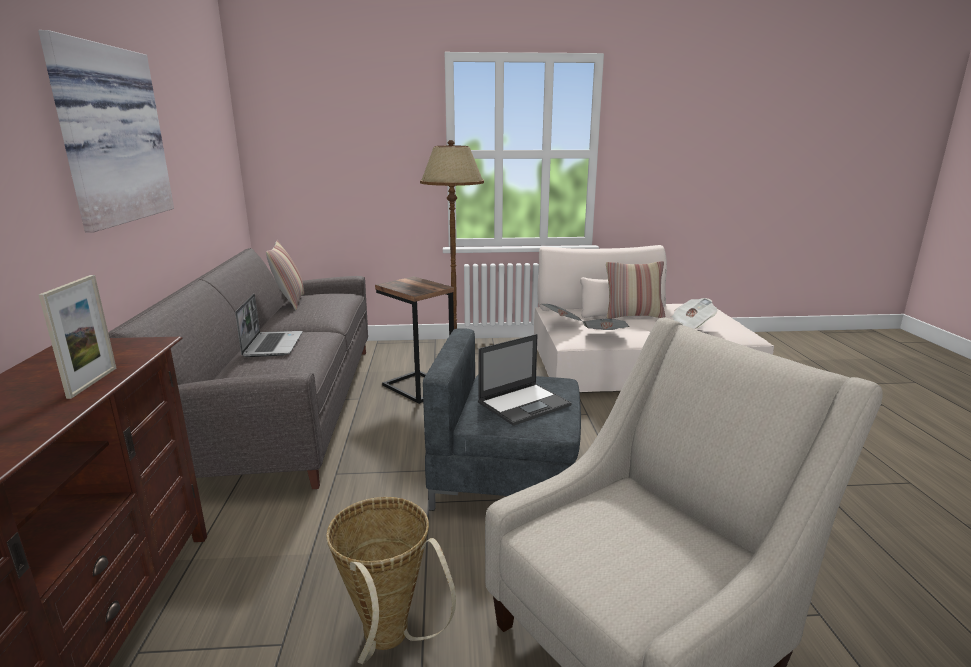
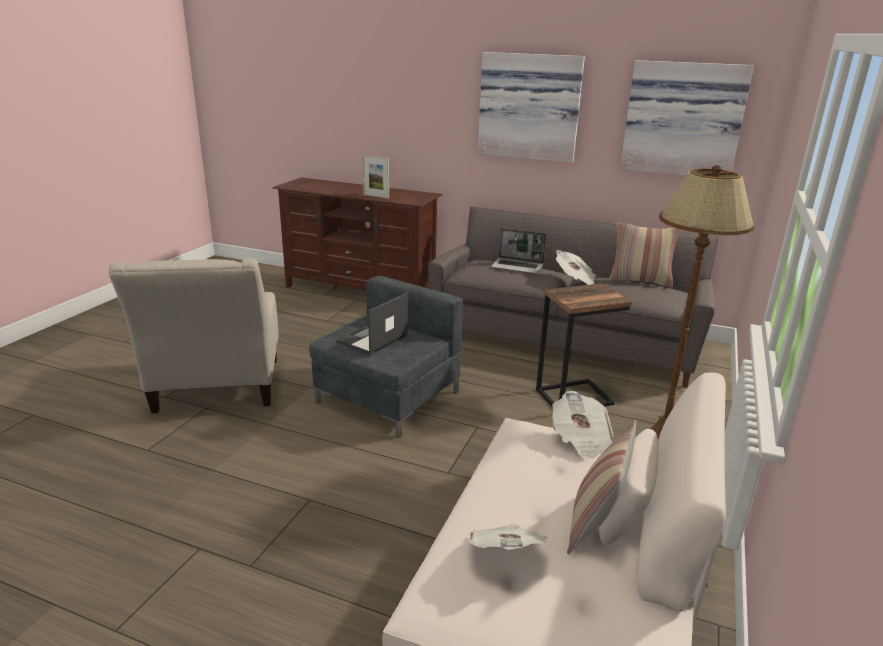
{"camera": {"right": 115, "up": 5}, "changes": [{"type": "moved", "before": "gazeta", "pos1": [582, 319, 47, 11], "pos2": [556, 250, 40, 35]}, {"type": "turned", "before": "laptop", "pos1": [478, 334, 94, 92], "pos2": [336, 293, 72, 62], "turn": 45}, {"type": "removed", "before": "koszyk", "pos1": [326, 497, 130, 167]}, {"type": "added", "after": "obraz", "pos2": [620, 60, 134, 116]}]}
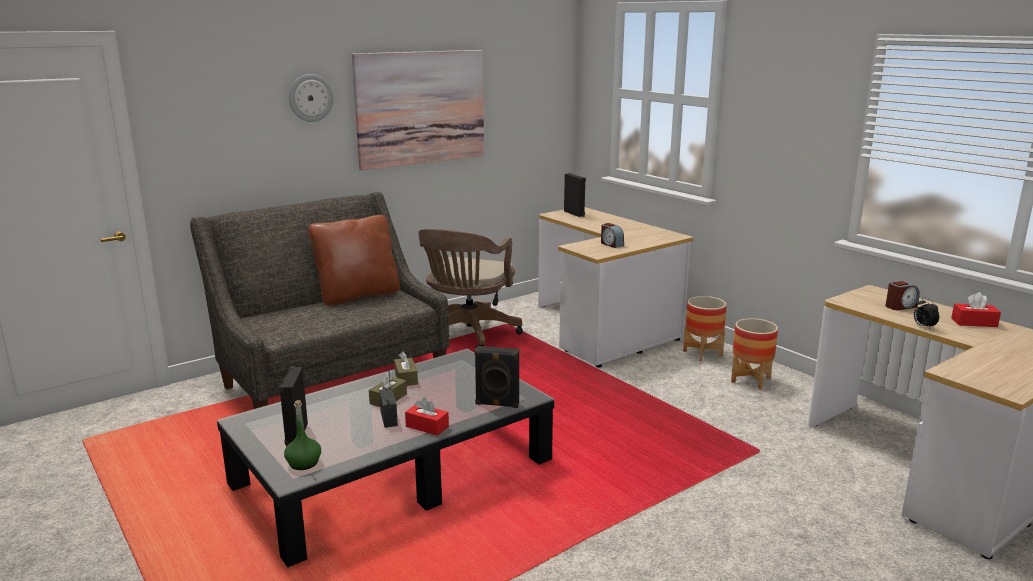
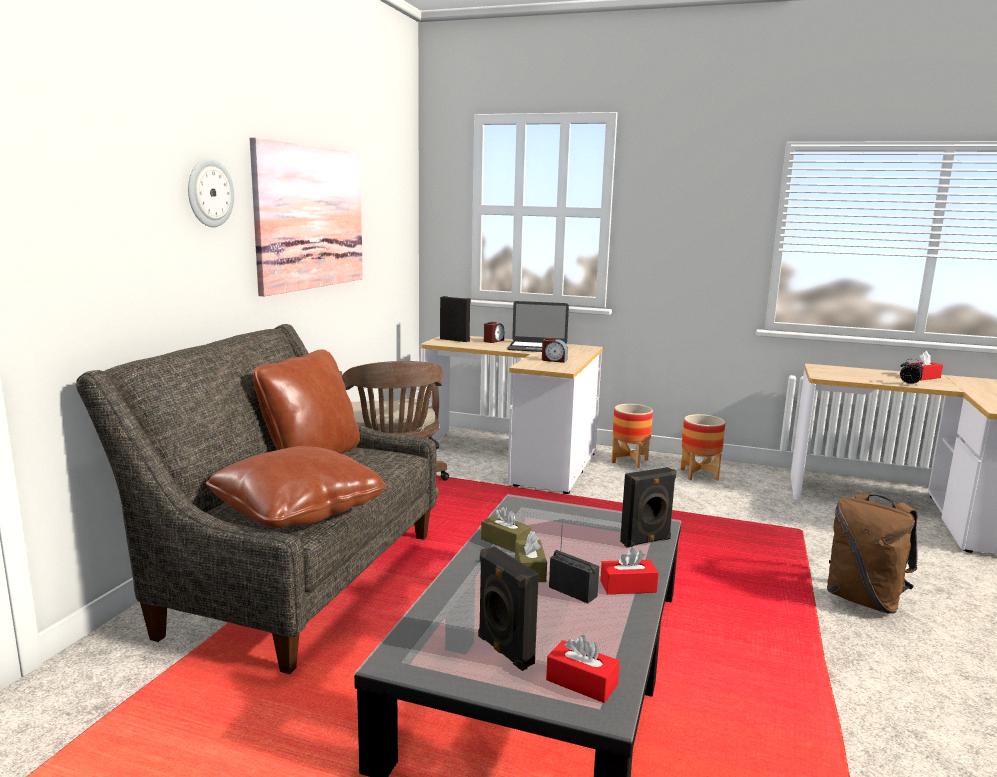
{"camera": {"right": -35, "up": -5}, "changes": [{"type": "moved", "before": "budzik", "pos1": [885, 281, 35, 29], "pos2": [484, 322, 20, 21]}, {"type": "replaced", "before": "butelka [zielony]", "after": "pudełko chusteczek [czerwony]", "pos1": [284, 400, 37, 70], "pos2": [546, 635, 74, 68]}, {"type": "added", "after": "laptop", "pos2": [507, 301, 62, 51]}, {"type": "added", "after": "poduszka [brązowy]", "pos2": [206, 446, 180, 82]}, {"type": "added", "after": "plecak [brązowy]", "pos2": [827, 494, 91, 120]}]}
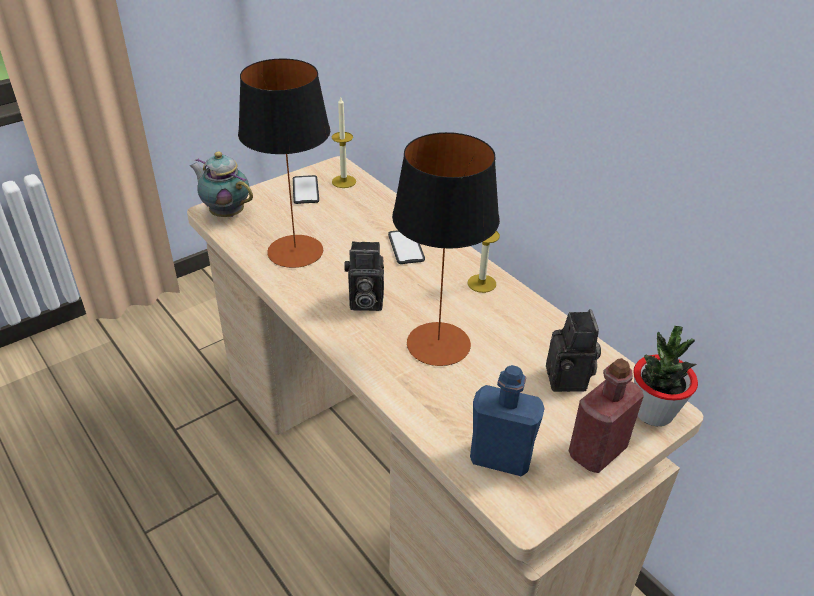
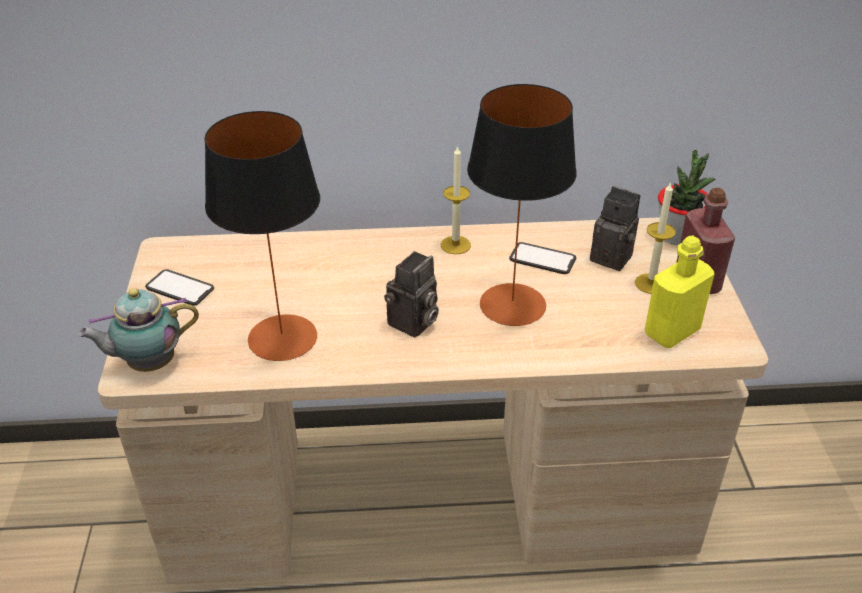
{"camera": {"right": -55, "up": 0}, "changes": [{"type": "moved", "before": "świeca", "pos1": [332, 97, 24, 91], "pos2": [635, 181, 41, 113]}, {"type": "moved", "before": "telefon", "pos1": [388, 230, 37, 34], "pos2": [509, 242, 67, 32]}, {"type": "recoloured", "before": "butelka [niebieski]", "after": "butelka [żółty]", "pos1": [470, 365, 75, 112], "pos2": [645, 236, 70, 112]}]}
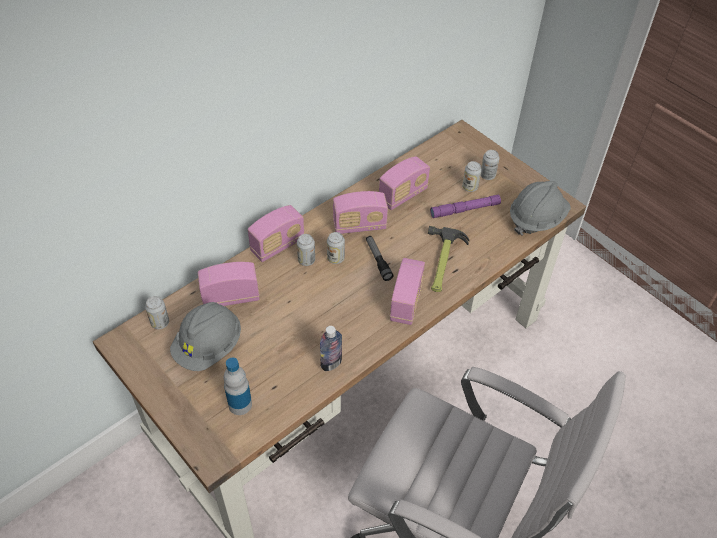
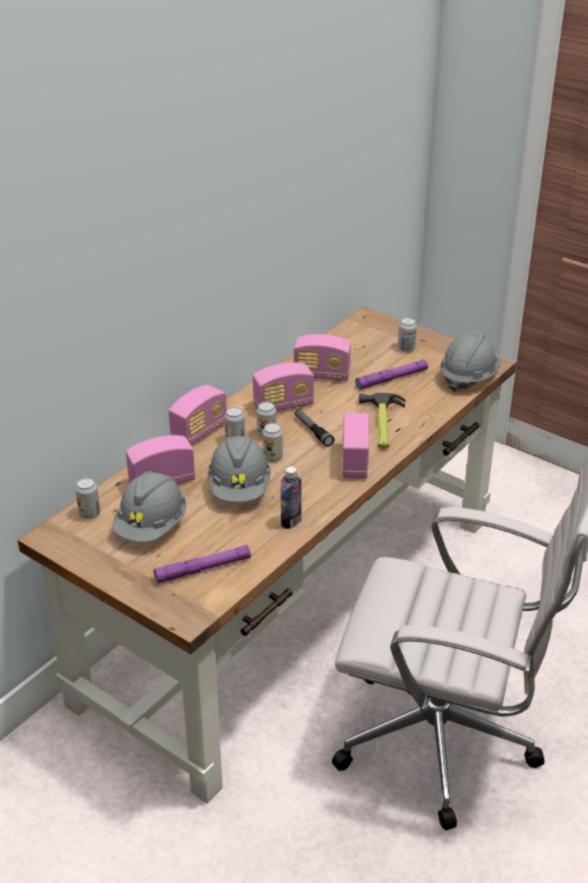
{"camera": {"right": -10, "up": -15}, "changes": [{"type": "turned", "before": "radio", "pos1": [379, 156, 51, 54], "pos2": [294, 334, 57, 47], "turn": 60}, {"type": "moved", "before": "puszka", "pos1": [462, 161, 20, 31], "pos2": [262, 423, 21, 39]}, {"type": "replaced", "before": "butelka", "after": "latarka [fioletowy]", "pos1": [224, 357, 28, 58], "pos2": [154, 545, 97, 38]}, {"type": "added", "after": "kask [szary]", "pos2": [207, 436, 64, 66]}]}
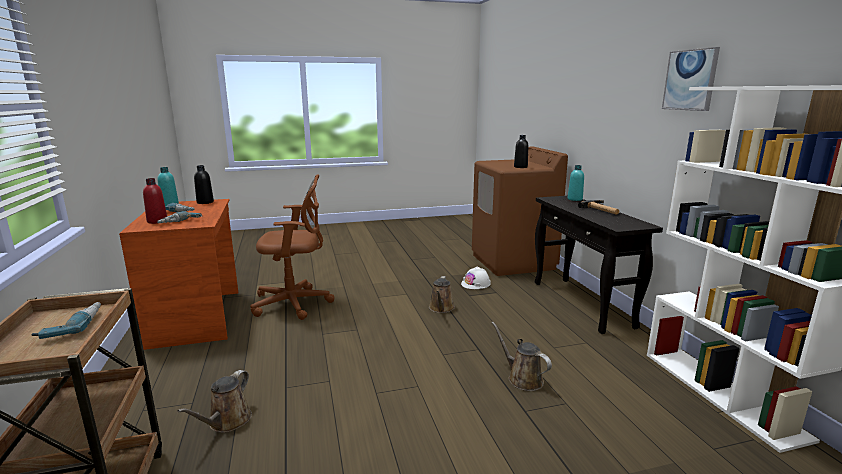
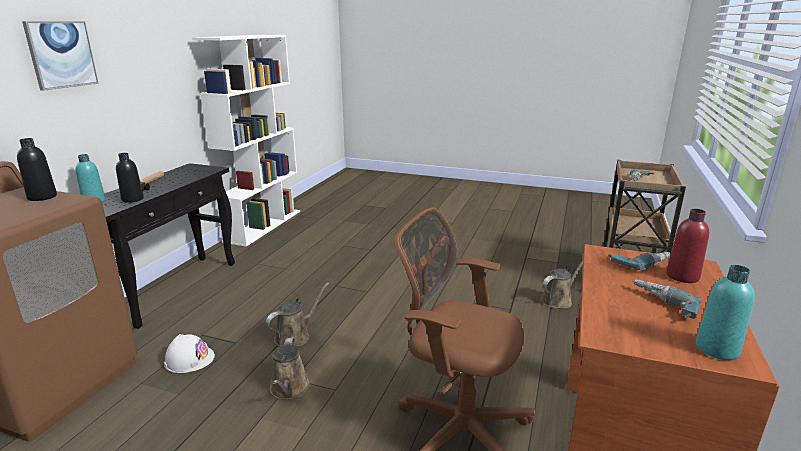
{"camera": {"right": -145, "up": 5}, "changes": [{"type": "moved", "before": "obraz", "pos1": [662, 47, 58, 64], "pos2": [22, 21, 77, 70]}, {"type": "moved", "before": "butelka [czarny]", "pos1": [194, 165, 20, 39], "pos2": [116, 153, 28, 50]}, {"type": "moved", "before": "konewka [brązowy]", "pos1": [492, 322, 60, 69], "pos2": [270, 337, 40, 63]}]}
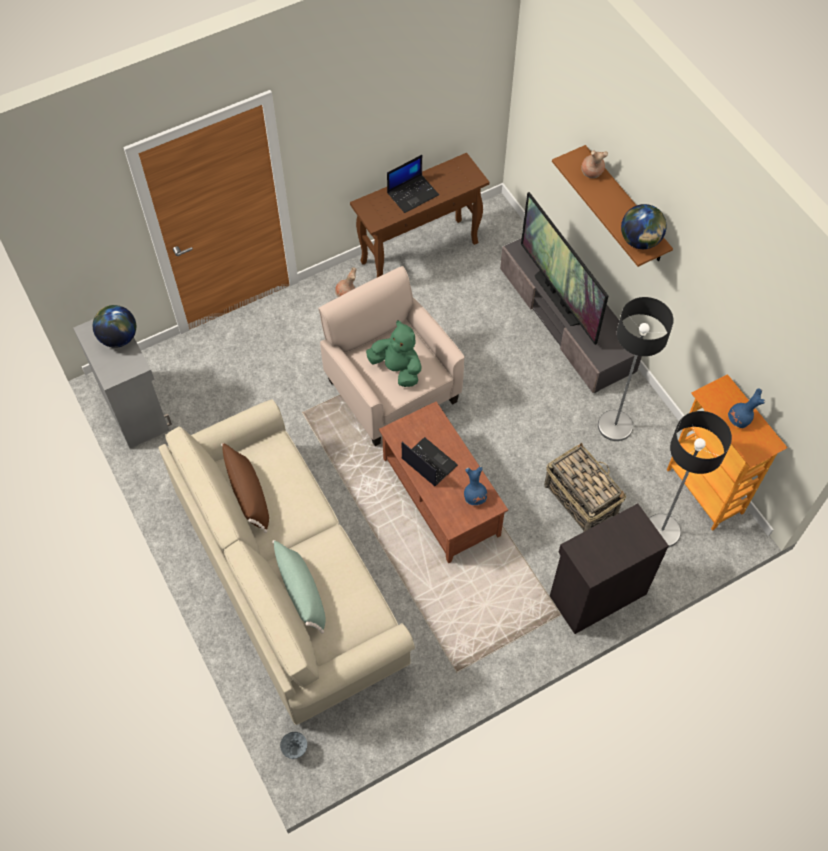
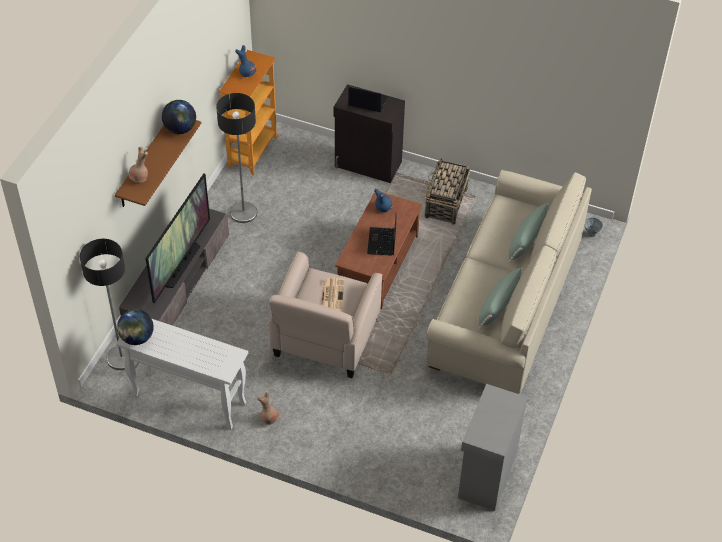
{"camera": {"right": -130, "up": -10}, "changes": [{"type": "recoloured", "before": "stolik konsolowy [brązowy]", "after": "stolik konsolowy [biały]", "pos1": [350, 153, 139, 124], "pos2": [116, 319, 132, 111]}, {"type": "moved", "before": "laptop", "pos1": [387, 155, 52, 58], "pos2": [348, 87, 40, 25]}, {"type": "moved", "before": "globus", "pos1": [93, 305, 43, 43], "pos2": [117, 309, 37, 36]}, {"type": "replaced", "before": "pluszak [zielony]", "after": "gazeta", "pos1": [366, 320, 56, 67], "pos2": [321, 278, 24, 34]}, {"type": "moved", "before": "lampa stojąca", "pos1": [649, 411, 83, 137], "pos2": [80, 239, 45, 131]}, {"type": "recoloured", "before": "poduszka [brązowy]", "after": "poduszka [zielony]", "pos1": [221, 443, 48, 90], "pos2": [479, 267, 44, 62]}, {"type": "moved", "before": "koszyk", "pos1": [544, 443, 82, 89], "pos2": [425, 158, 45, 67]}]}
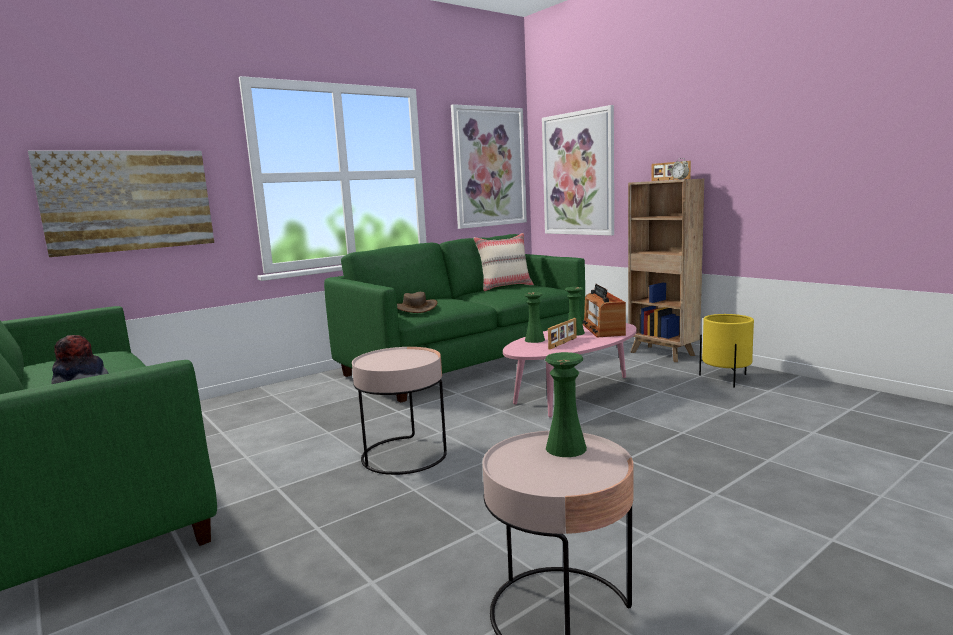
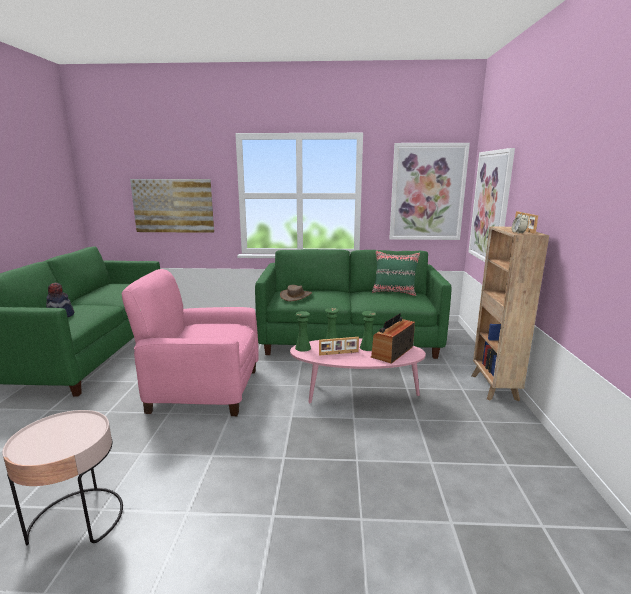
{"camera": {"right": 40, "up": 5}, "changes": [{"type": "recoloured", "before": "poduszka [beżowy]", "after": "poduszka [zielony]", "pos1": [474, 233, 60, 58], "pos2": [372, 250, 48, 46]}, {"type": "removed", "before": "donica [żółty]", "pos1": [699, 314, 55, 74]}, {"type": "replaced", "before": "stolik [różowy]", "after": "fotel [różowy]", "pos1": [352, 347, 95, 128], "pos2": [122, 269, 137, 147]}, {"type": "moved", "before": "wazon [zielony]", "pos1": [545, 352, 42, 105], "pos2": [295, 311, 16, 41]}]}
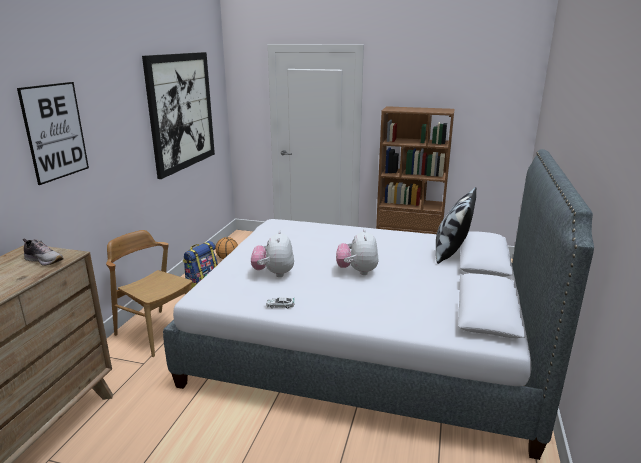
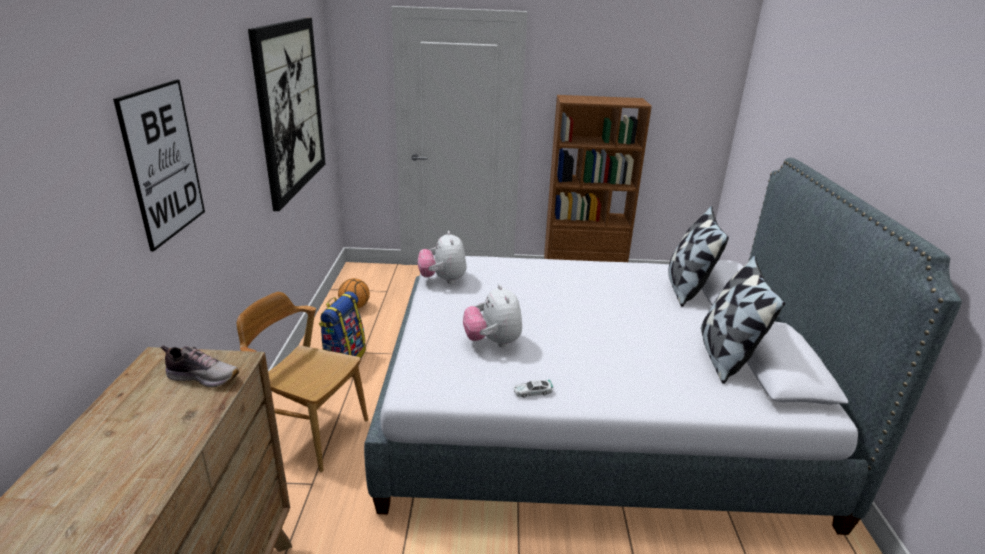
{"camera": {"right": -15, "up": 5}, "changes": [{"type": "moved", "before": "pluszak", "pos1": [336, 229, 42, 46], "pos2": [418, 231, 49, 53]}, {"type": "added", "after": "poduszka", "pos2": [701, 256, 84, 128]}]}
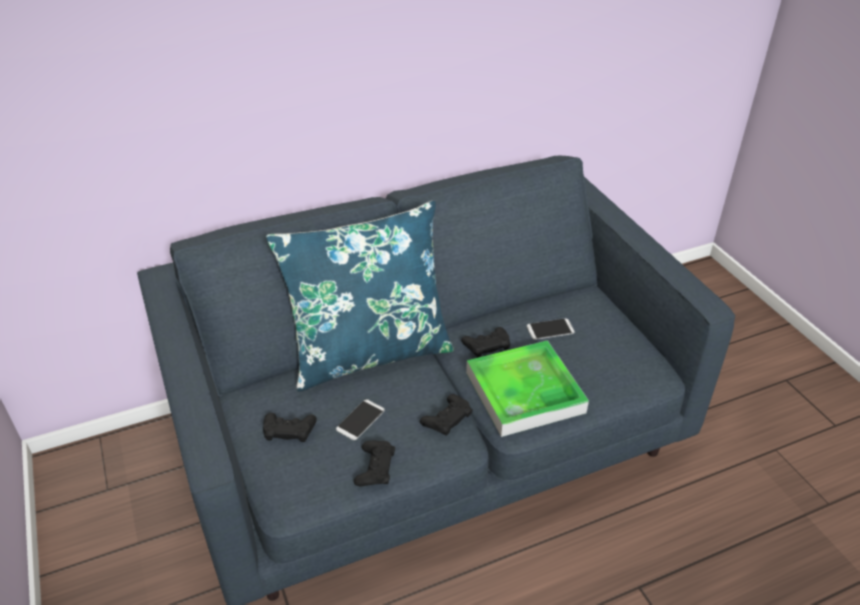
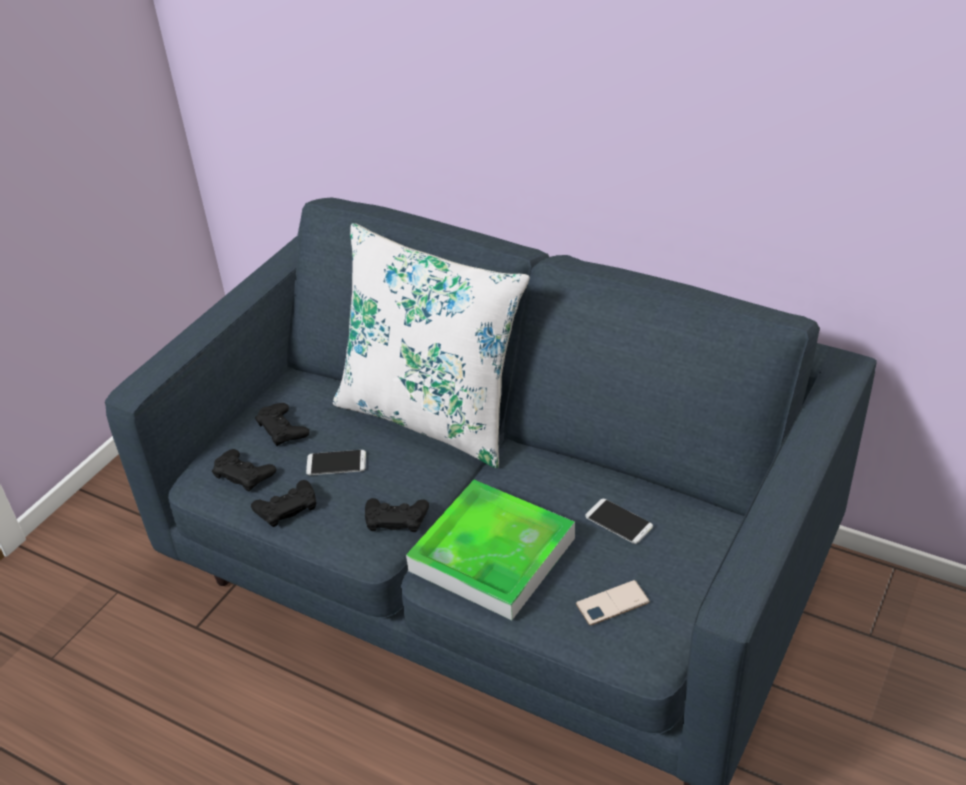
{"camera": {"right": 55, "up": 0}, "changes": [{"type": "recoloured", "before": "poduszka [niebieski]", "after": "poduszka [biały]", "pos1": [266, 201, 188, 191], "pos2": [333, 223, 197, 245]}, {"type": "moved", "before": "pad do gier [czarny]", "pos1": [461, 327, 49, 30], "pos2": [212, 449, 65, 42]}, {"type": "added", "after": "telefon", "pos2": [576, 580, 74, 45]}]}
